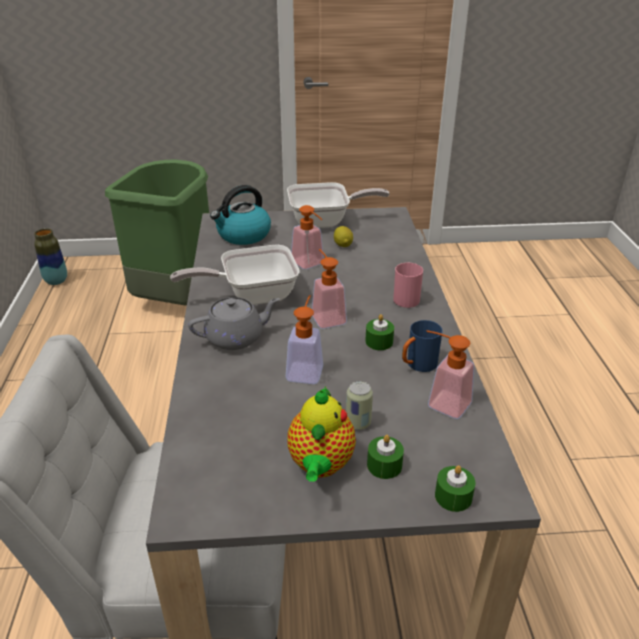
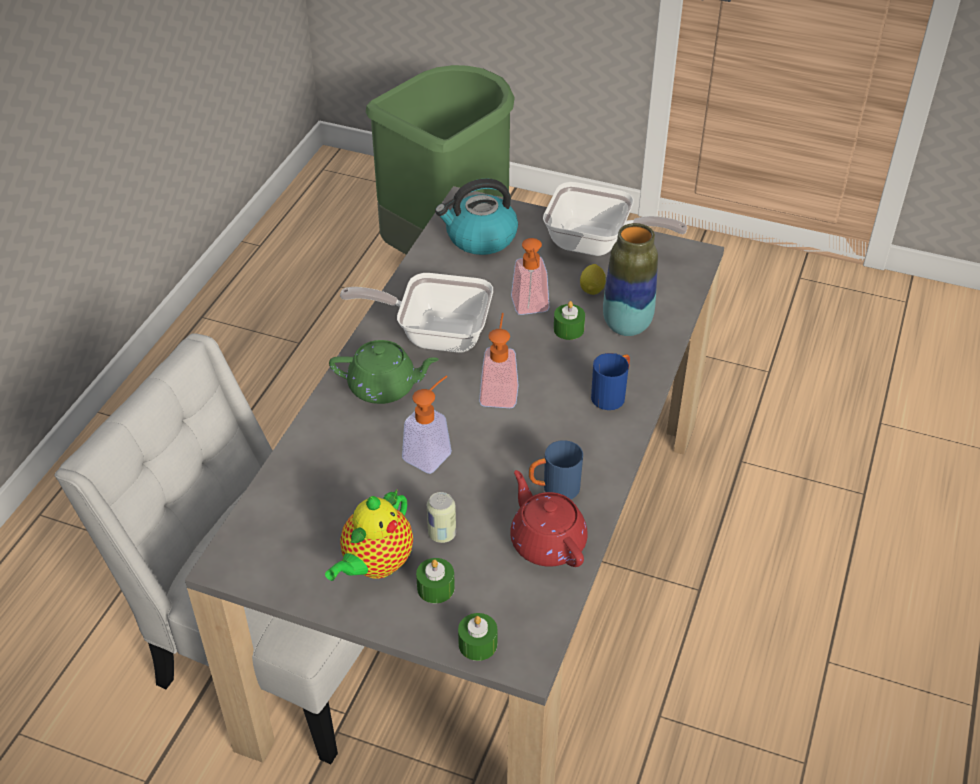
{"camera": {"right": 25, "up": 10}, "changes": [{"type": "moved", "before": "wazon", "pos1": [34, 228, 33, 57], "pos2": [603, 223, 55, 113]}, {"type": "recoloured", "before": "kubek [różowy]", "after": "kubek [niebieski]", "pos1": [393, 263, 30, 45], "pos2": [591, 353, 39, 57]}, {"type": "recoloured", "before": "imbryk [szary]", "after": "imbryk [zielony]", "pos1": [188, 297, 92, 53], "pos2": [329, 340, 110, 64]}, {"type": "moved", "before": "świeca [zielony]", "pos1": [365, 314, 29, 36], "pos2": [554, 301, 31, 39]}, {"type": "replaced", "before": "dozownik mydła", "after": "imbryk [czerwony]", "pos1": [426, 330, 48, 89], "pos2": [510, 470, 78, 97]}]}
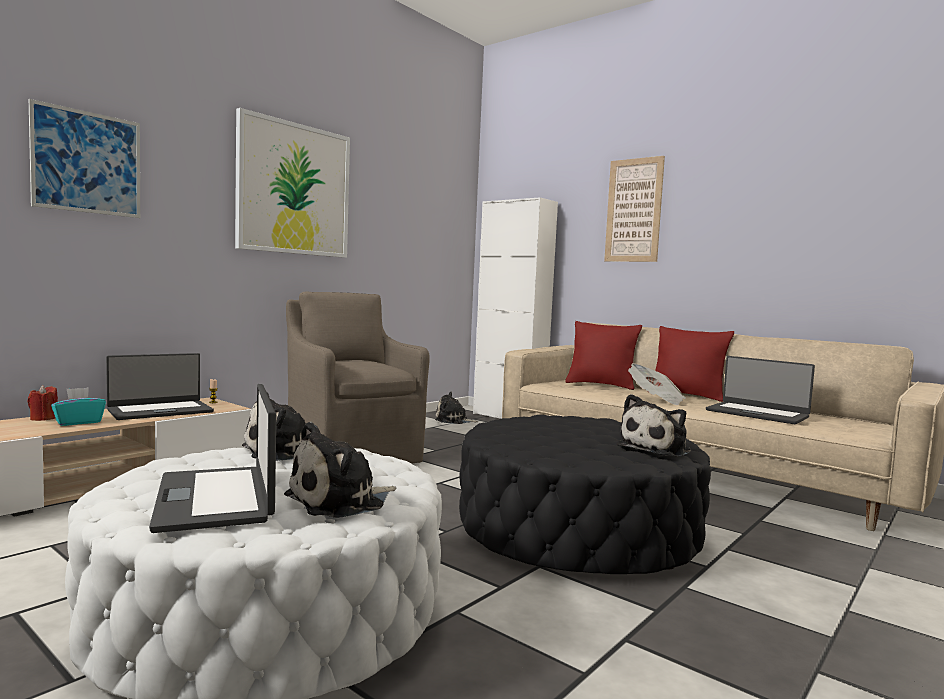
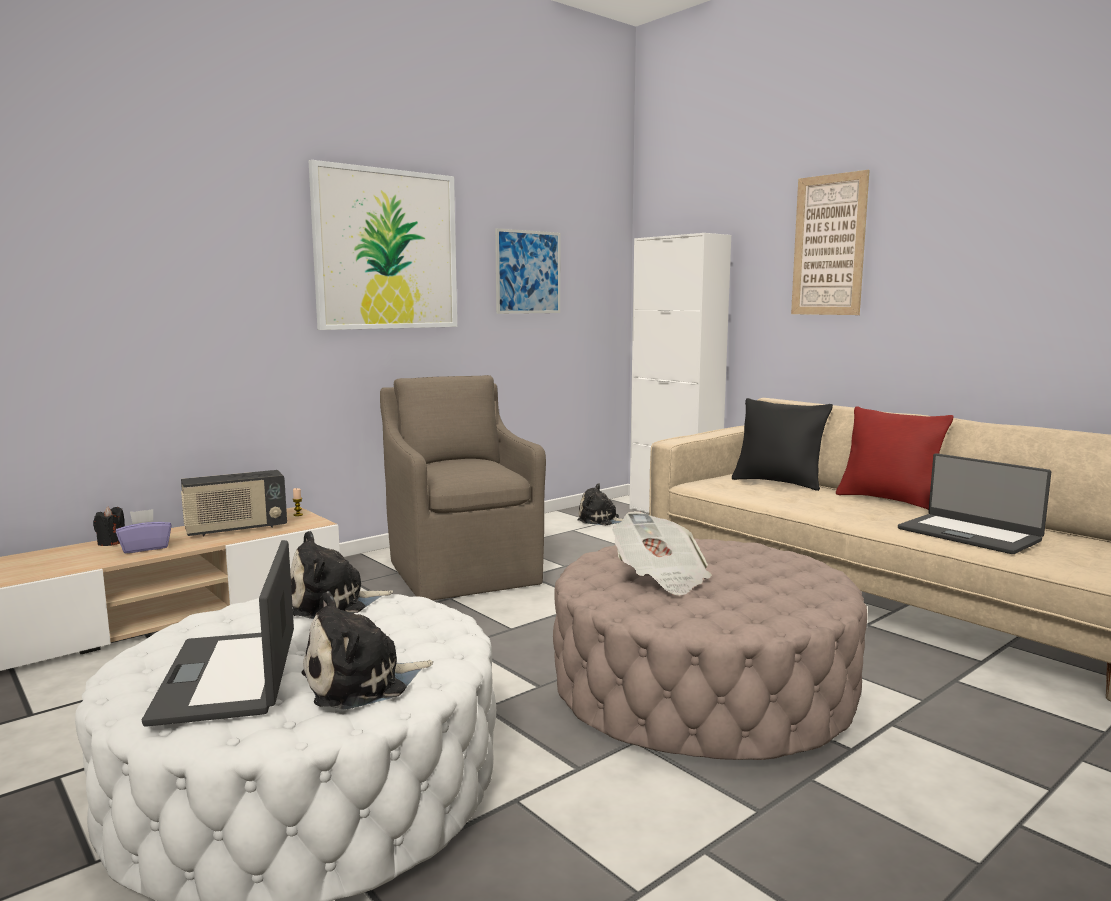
{"camera": {"right": 10, "up": 5}, "changes": [{"type": "moved", "before": "obraz", "pos1": [29, 99, 111, 119], "pos2": [495, 228, 65, 86]}, {"type": "recoloured", "before": "poduszka [czerwony]", "after": "poduszka [czarny]", "pos1": [565, 321, 77, 69], "pos2": [732, 398, 101, 93]}, {"type": "replaced", "before": "laptop", "after": "radio", "pos1": [106, 353, 108, 67], "pos2": [181, 470, 106, 67]}, {"type": "moved", "before": "gazeta", "pos1": [628, 363, 58, 42], "pos2": [612, 511, 100, 85]}, {"type": "recoloured", "before": "świeca [czerwony]", "after": "świeca [czarny]", "pos1": [27, 385, 31, 36], "pos2": [93, 506, 32, 40]}, {"type": "recoloured", "before": "pudełko chusteczek [turkusowy]", "after": "pudełko chusteczek [fioletowy]", "pos1": [51, 387, 55, 39], "pos2": [116, 509, 56, 44]}, {"type": "removed", "before": "pluszak", "pos1": [617, 394, 74, 63]}, {"type": "recoloured", "before": "pufa [czarny]", "after": "pufa [beżowy]", "pos1": [459, 415, 252, 159], "pos2": [553, 538, 314, 222]}]}
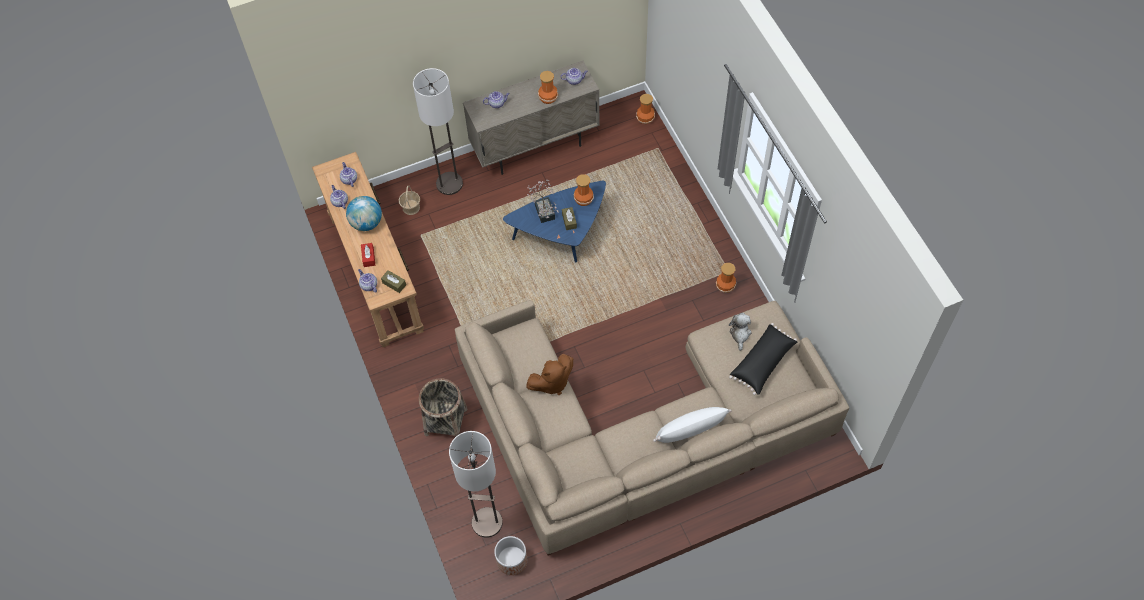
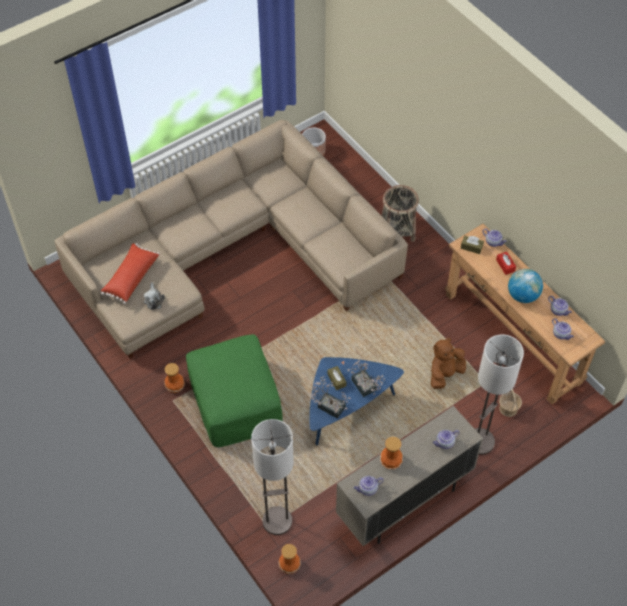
{"camera": {"right": 165, "up": -5}, "changes": [{"type": "replaced", "before": "wazon", "after": "roślina doniczkowa", "pos1": [574, 174, 20, 32], "pos2": [310, 376, 41, 43]}, {"type": "recoloured", "before": "poduszka [czarny]", "after": "poduszka [czerwony]", "pos1": [729, 323, 68, 72], "pos2": [101, 243, 59, 61]}, {"type": "moved", "before": "pluszak [brązowy]", "pos1": [526, 354, 47, 41], "pos2": [431, 338, 35, 51]}, {"type": "removed", "before": "poduszka [biały]", "pos1": [653, 407, 79, 36]}, {"type": "moved", "before": "lampa stojąca", "pos1": [449, 431, 54, 107], "pos2": [251, 419, 43, 116]}, {"type": "added", "after": "pufa [zielony]", "pos2": [186, 334, 97, 113]}]}
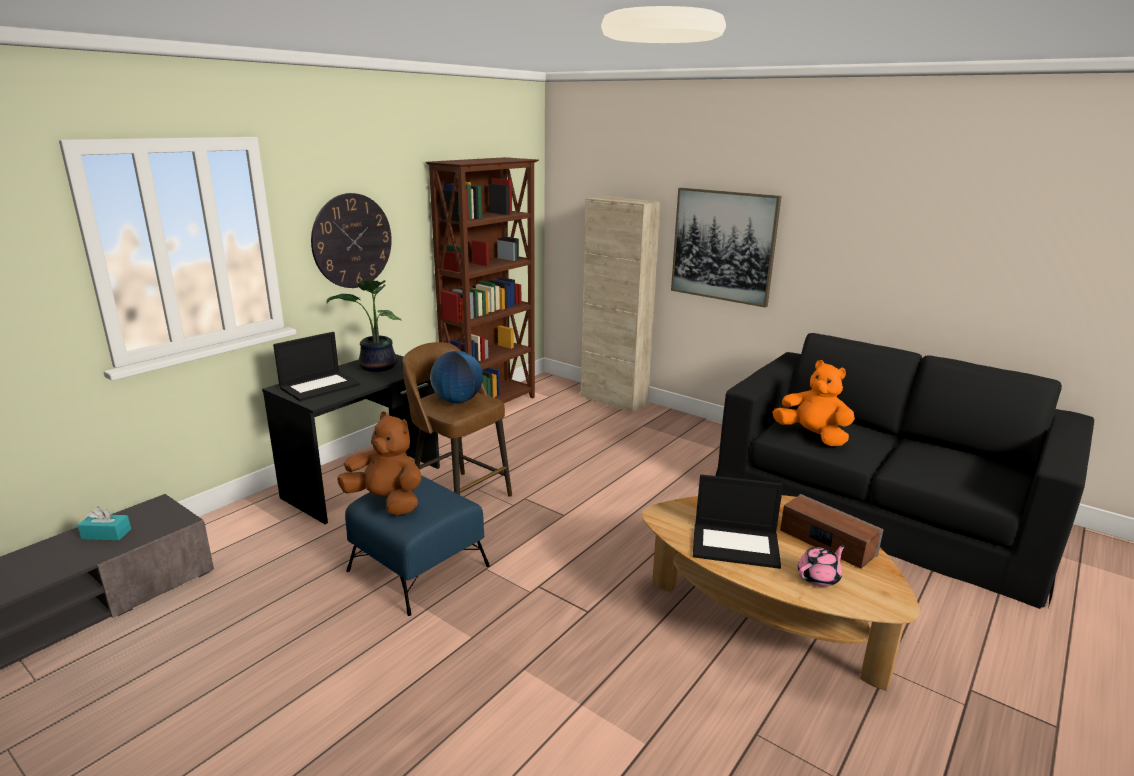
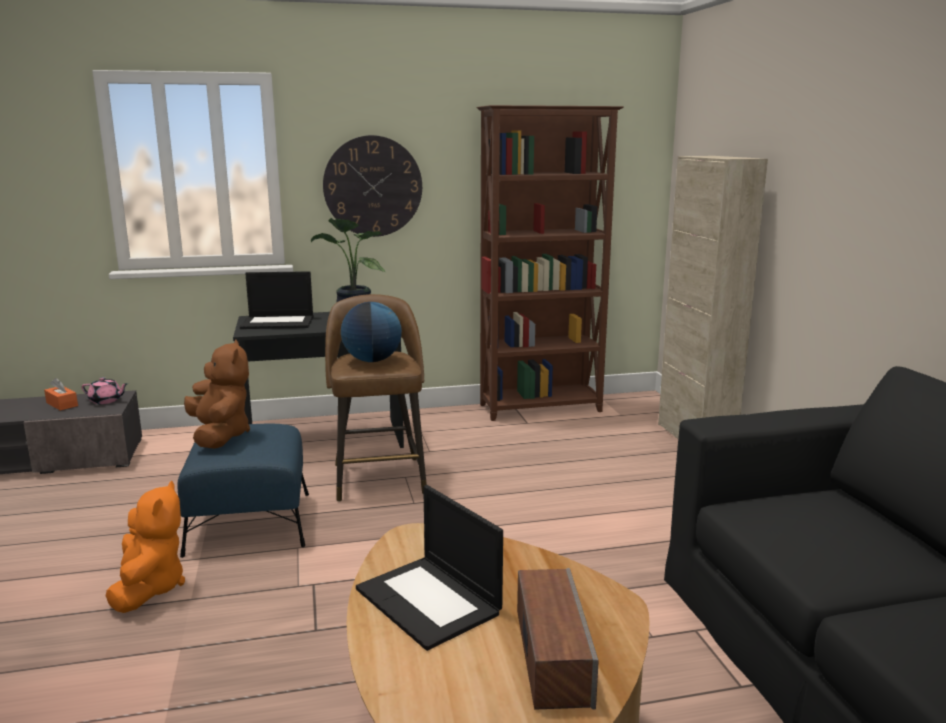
{"camera": {"right": 40, "up": -5}, "changes": [{"type": "removed", "before": "obraz", "pos1": [671, 188, 111, 120]}, {"type": "moved", "before": "pluszak [pomarańczowy]", "pos1": [772, 360, 83, 86], "pos2": [106, 481, 79, 132]}, {"type": "recoloured", "before": "pudełko chusteczek [turkusowy]", "after": "pudełko chusteczek [pomarańczowy]", "pos1": [78, 507, 53, 33], "pos2": [44, 378, 34, 33]}, {"type": "moved", "before": "imbryk [różowy]", "pos1": [798, 545, 47, 42], "pos2": [81, 377, 47, 27]}]}
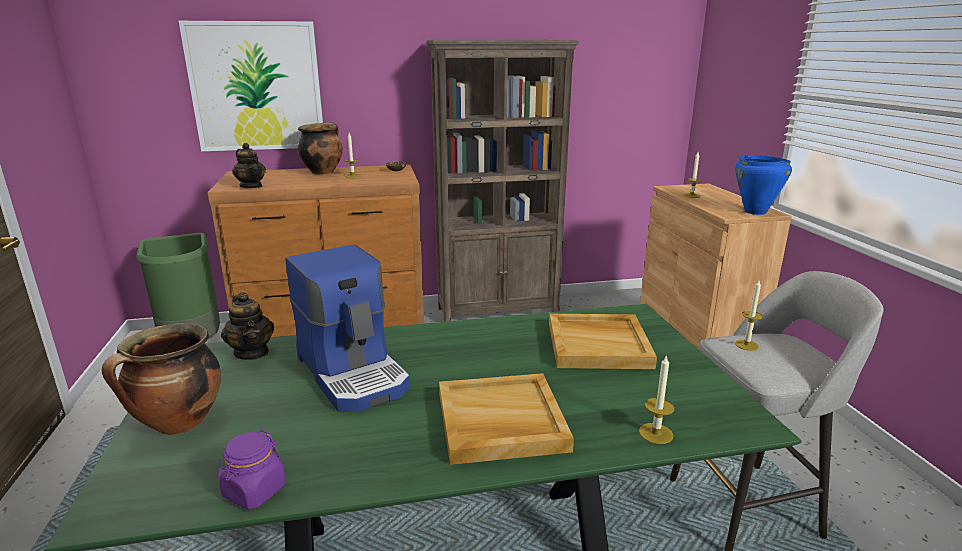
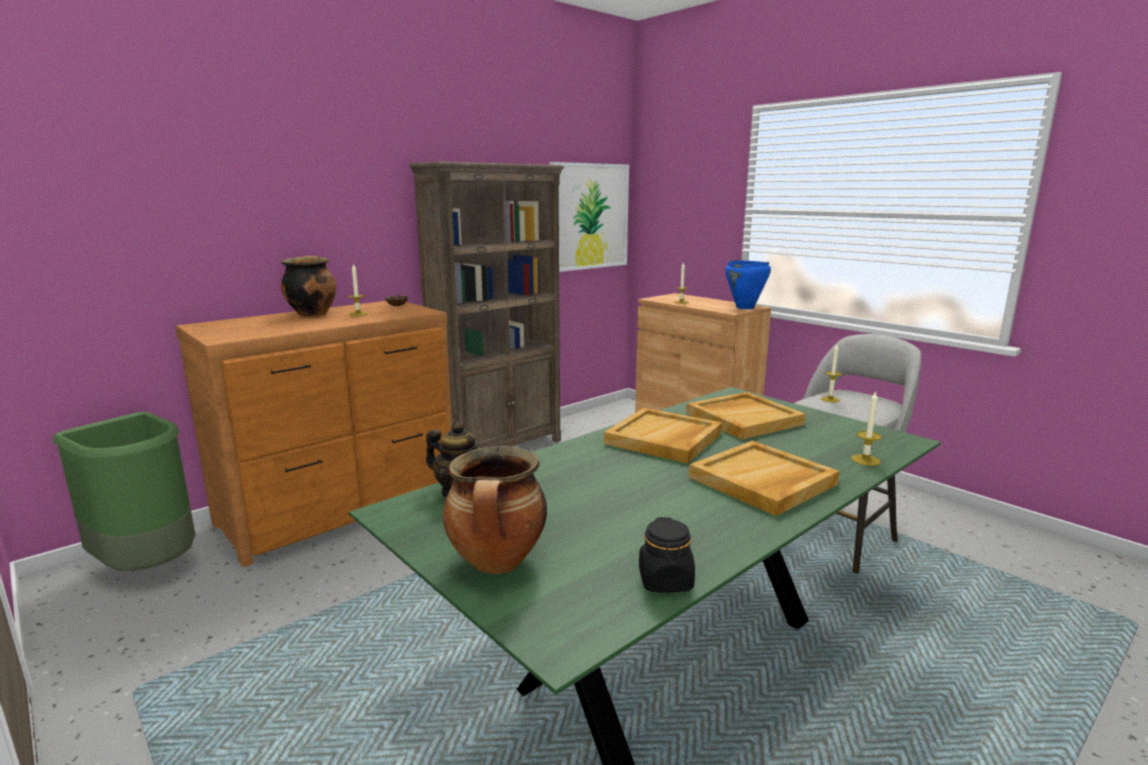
{"camera": {"right": -30, "up": -5}, "changes": [{"type": "moved", "before": "obraz", "pos1": [179, 21, 144, 130], "pos2": [550, 162, 79, 110]}, {"type": "removed", "before": "imbryk", "pos1": [232, 143, 34, 45]}, {"type": "removed", "before": "ekspres do kawy", "pos1": [285, 245, 125, 167]}, {"type": "recoloured", "before": "słoik [fioletowy]", "after": "słoik [czarny]", "pos1": [218, 430, 68, 79], "pos2": [639, 517, 56, 75]}, {"type": "added", "after": "taca [beżowy]", "pos2": [604, 408, 118, 56]}]}
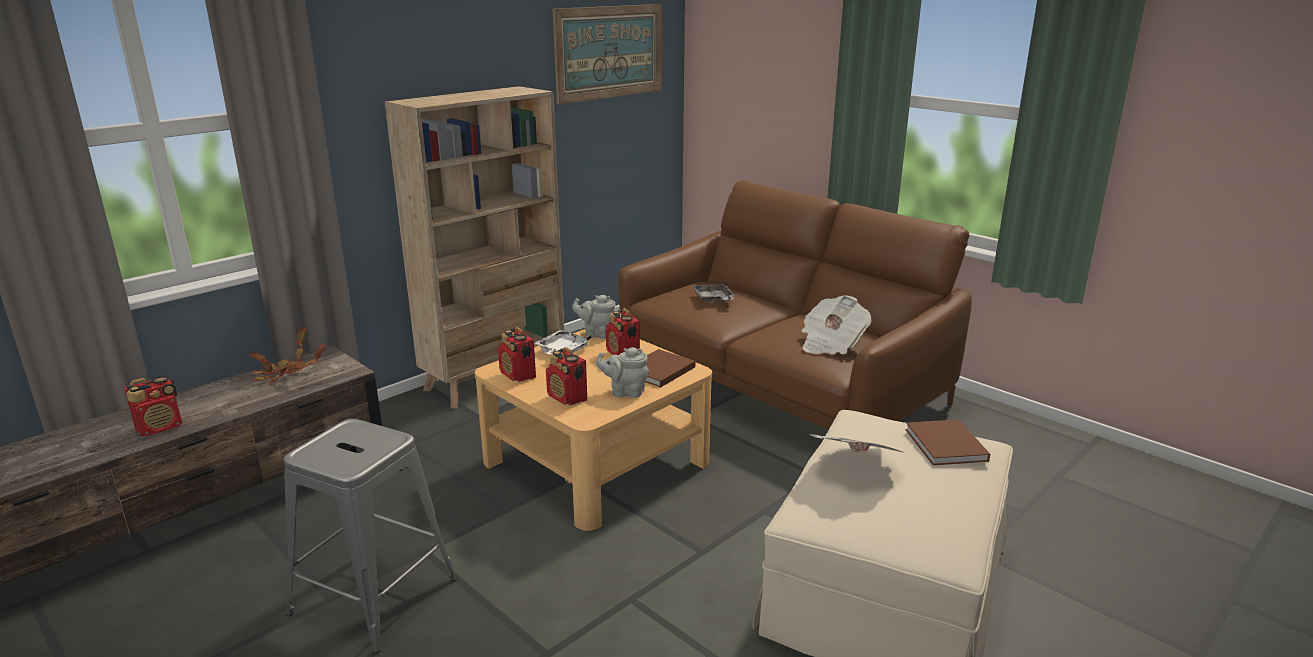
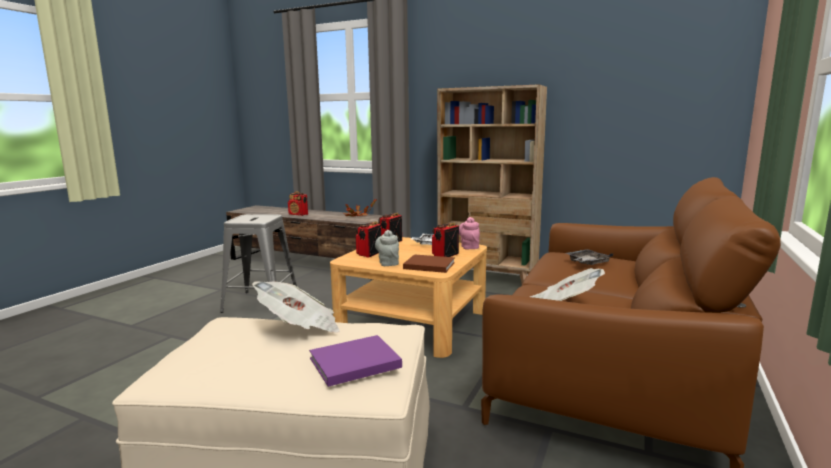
{"camera": {"right": 70, "up": -10}, "changes": [{"type": "removed", "before": "obraz", "pos1": [553, 4, 109, 100]}, {"type": "recoloured", "before": "imbryk [szary]", "after": "imbryk [różowy]", "pos1": [572, 295, 44, 44], "pos2": [459, 217, 21, 32]}, {"type": "recoloured", "before": "książka [brązowy]", "after": "książka [fioletowy]", "pos1": [905, 419, 85, 46], "pos2": [309, 335, 93, 52]}]}
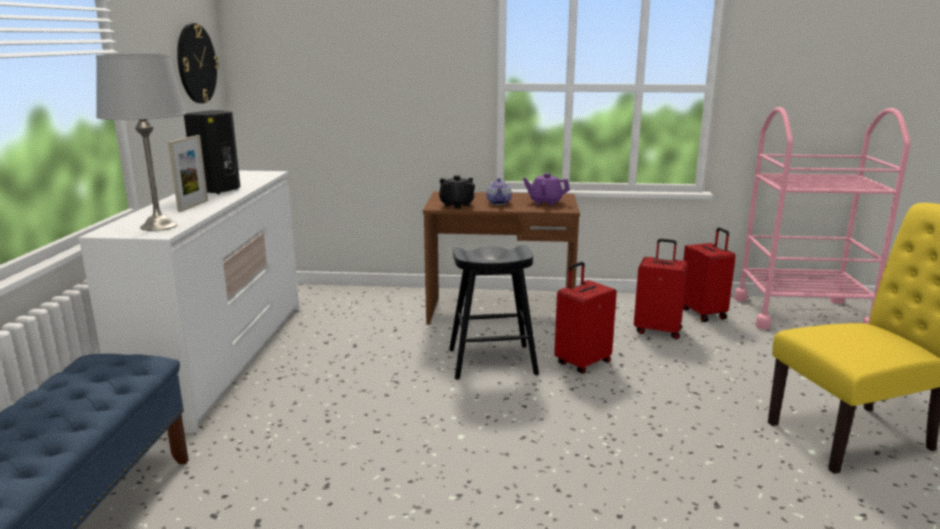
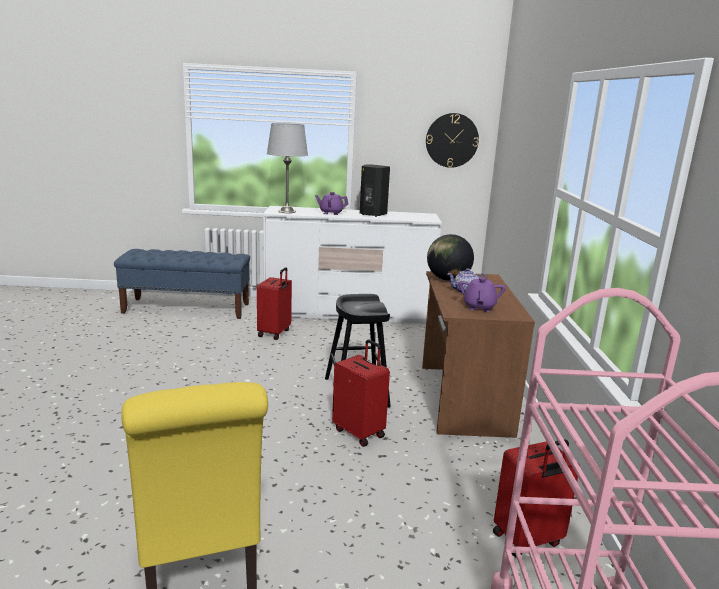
{"camera": {"right": 85, "up": 0}, "changes": [{"type": "replaced", "before": "ramka na zdjęcie", "after": "imbryk [fioletowy]", "pos1": [168, 135, 40, 77], "pos2": [315, 192, 33, 23]}, {"type": "replaced", "before": "imbryk [czarny]", "after": "globus", "pos1": [439, 175, 36, 34], "pos2": [427, 234, 47, 47]}, {"type": "moved", "before": "walizka [czerwony]", "pos1": [634, 239, 54, 100], "pos2": [257, 267, 35, 73]}]}
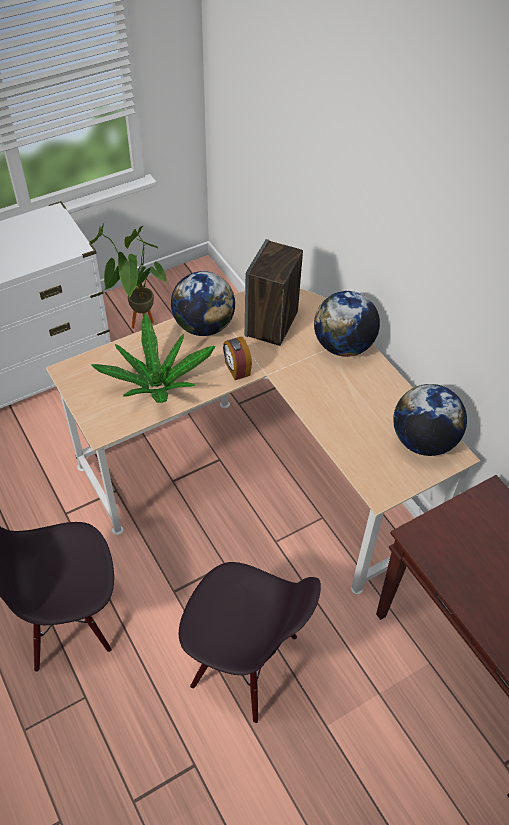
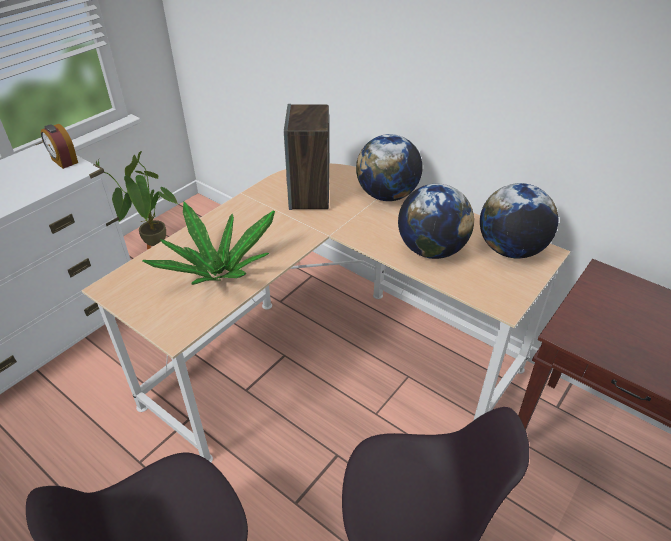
{"camera": {"right": -20, "up": -10}, "changes": [{"type": "moved", "before": "globus", "pos1": [171, 271, 64, 65], "pos2": [398, 184, 76, 75]}, {"type": "moved", "before": "budzik", "pos1": [223, 337, 29, 43], "pos2": [41, 124, 37, 45]}]}
